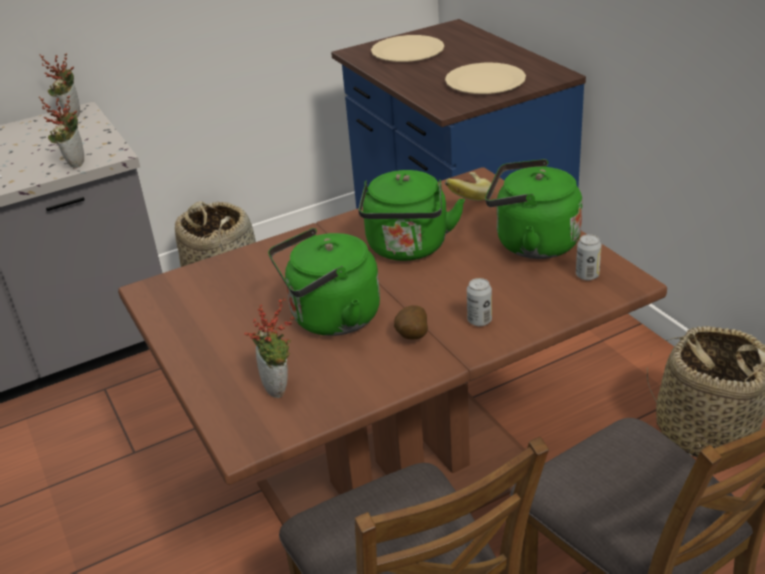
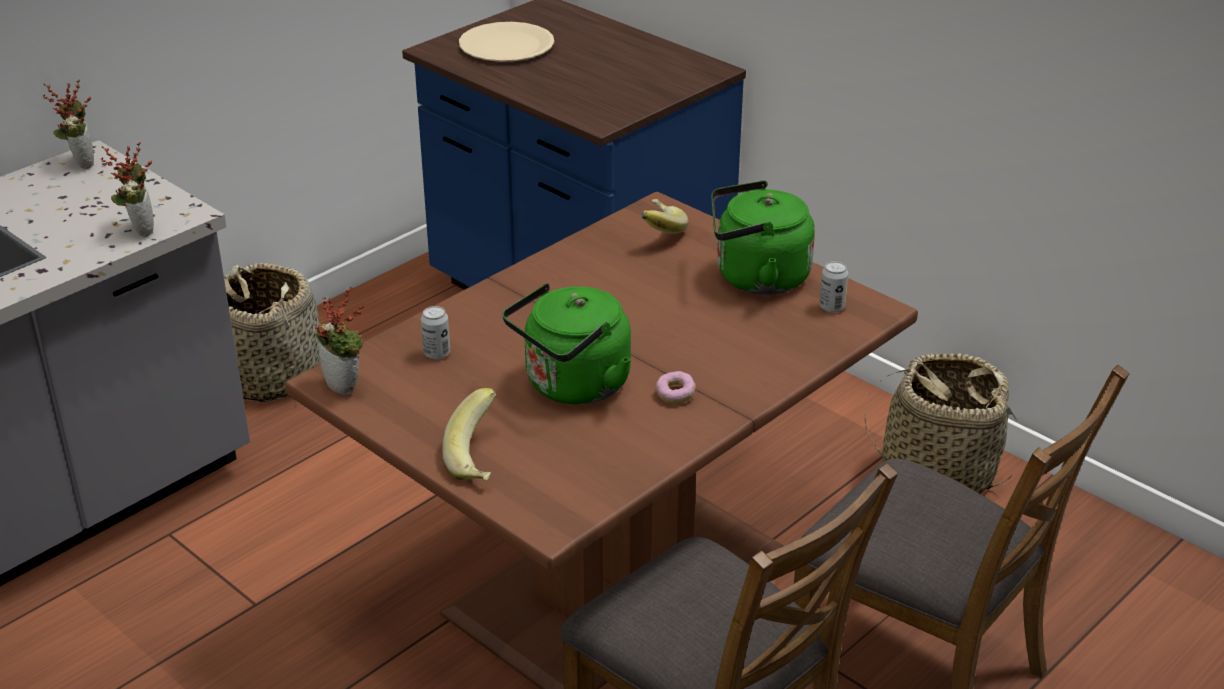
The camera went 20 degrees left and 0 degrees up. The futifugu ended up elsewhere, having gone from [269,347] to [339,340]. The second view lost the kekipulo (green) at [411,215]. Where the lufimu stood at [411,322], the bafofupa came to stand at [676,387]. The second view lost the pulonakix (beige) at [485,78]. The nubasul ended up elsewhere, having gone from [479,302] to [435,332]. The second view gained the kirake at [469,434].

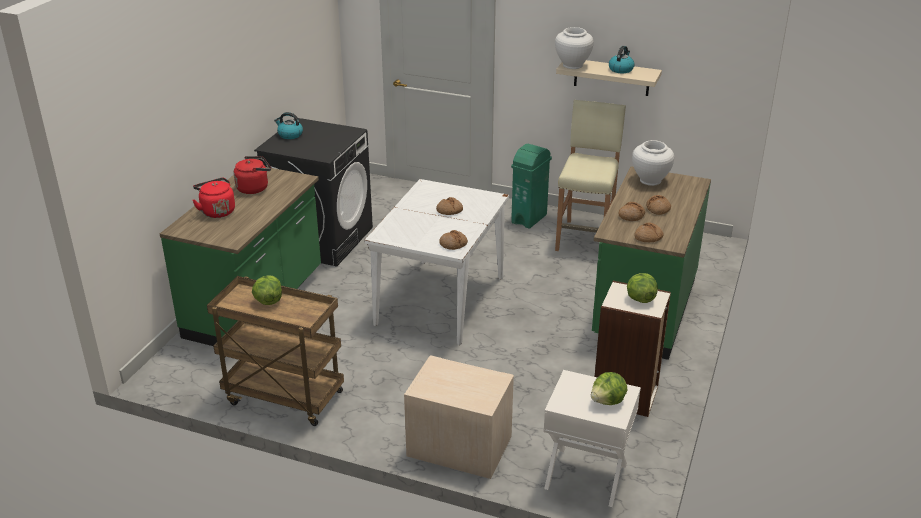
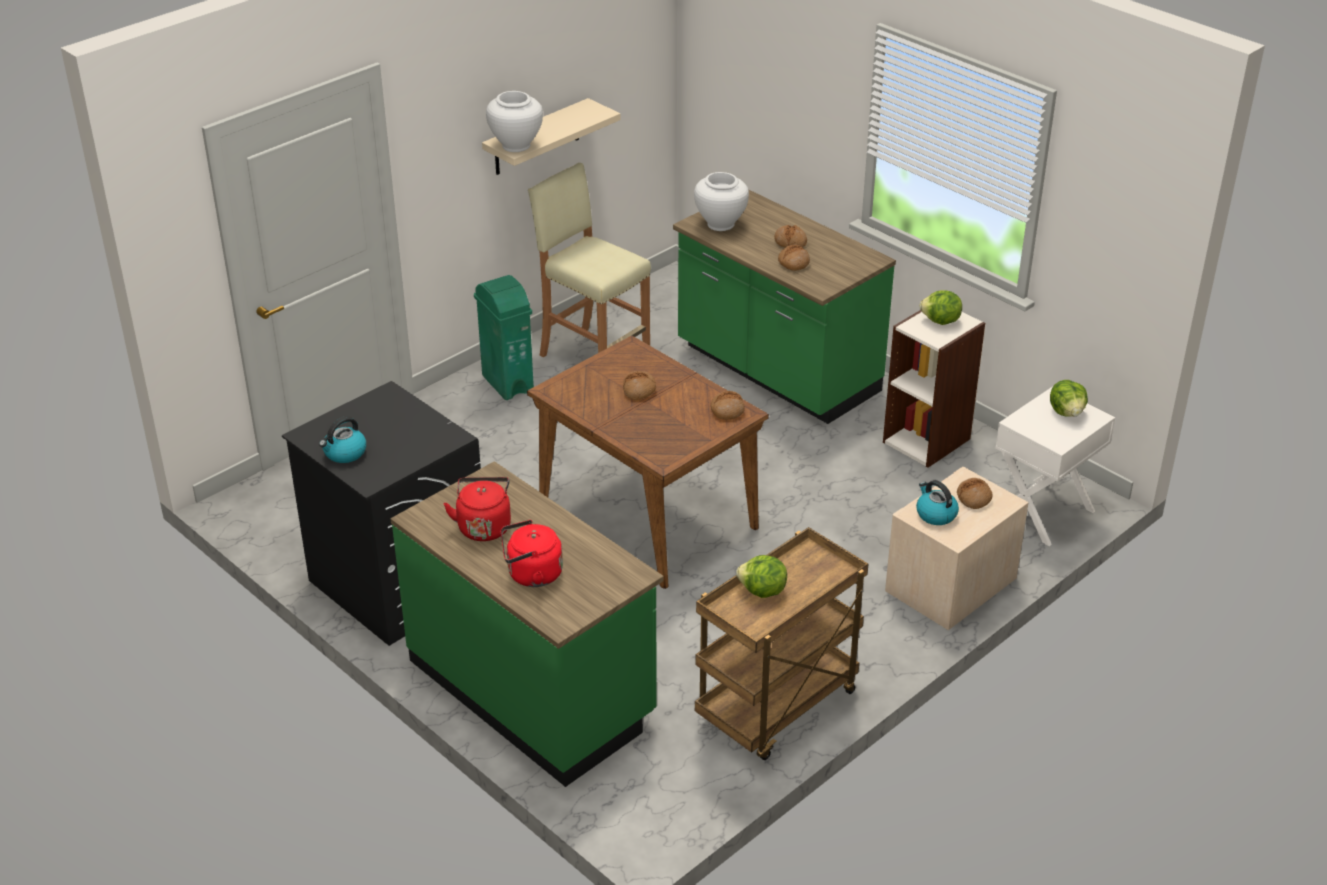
The camera went 65 degrees left and 5 degrees up. What was the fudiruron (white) at [436,262] turned into the fudiruron (brown) at [648,462]. The kekipulo ended up elsewhere, having gone from [621,59] to [937,502]. The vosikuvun ended up elsewhere, having gone from [649,232] to [975,493].

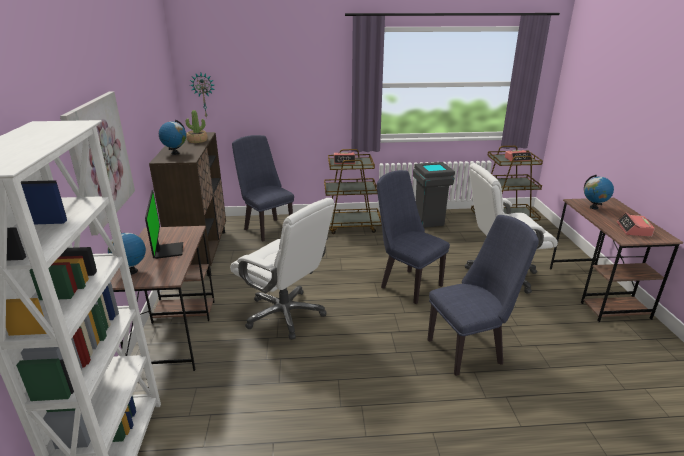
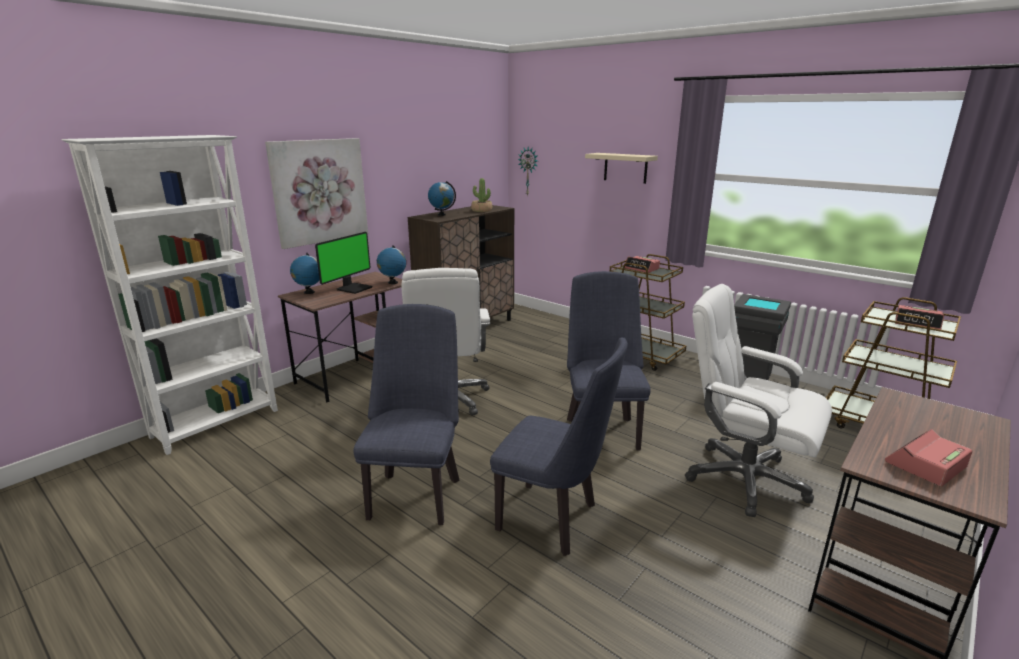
The camera went 45 degrees right and 5 degrees down. The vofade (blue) ended up elsewhere, having gone from [263,188] to [406,414]. The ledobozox ended up elsewhere, having gone from [599,192] to [391,264]. The second view gained the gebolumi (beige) at [621,168].

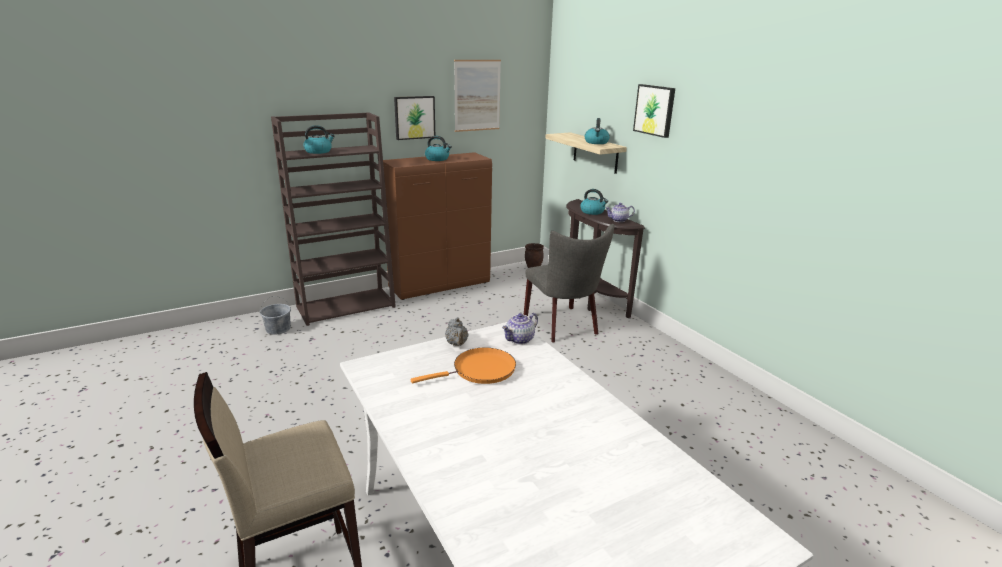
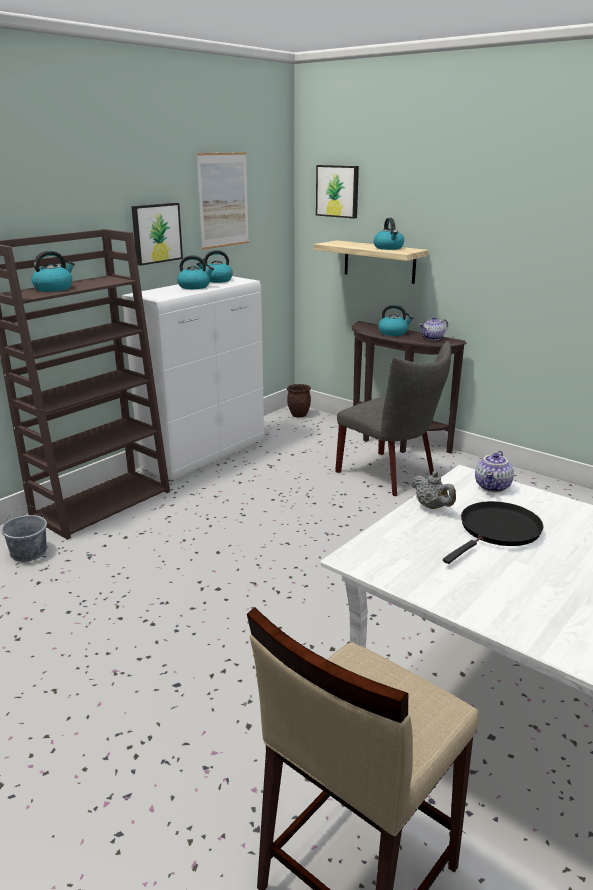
The camera went 20 degrees left and 0 degrees up. What was the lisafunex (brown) at [437,226] turned into the lisafunex (white) at [193,378]. What was the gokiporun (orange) at [463,365] turned into the gokiporun (black) at [493,532]. The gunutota ended up elsewhere, having gone from [654,111] to [337,192]. The second view gained the kekipulo at [214,266].

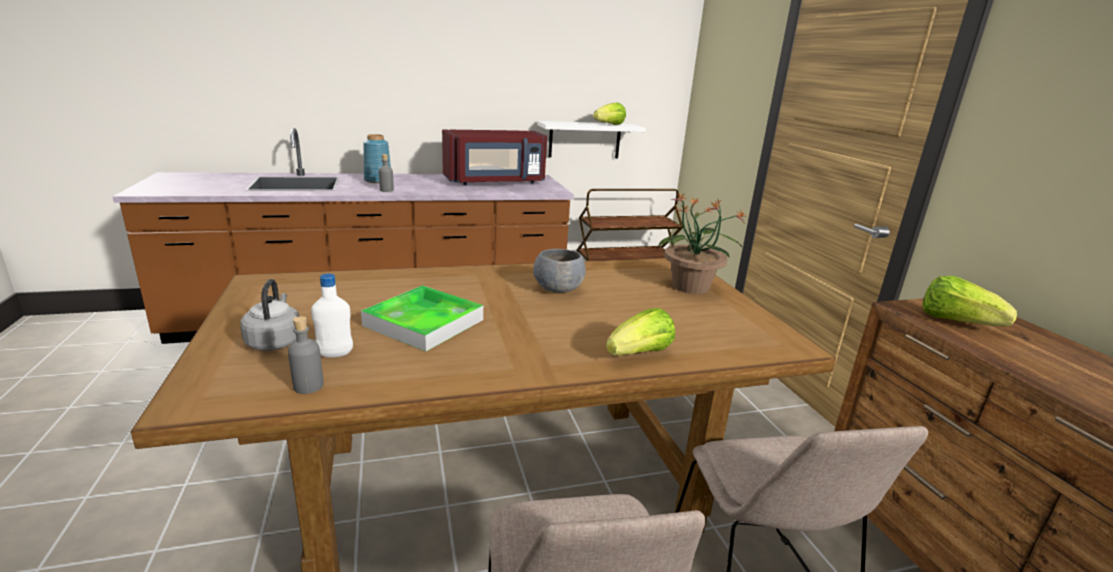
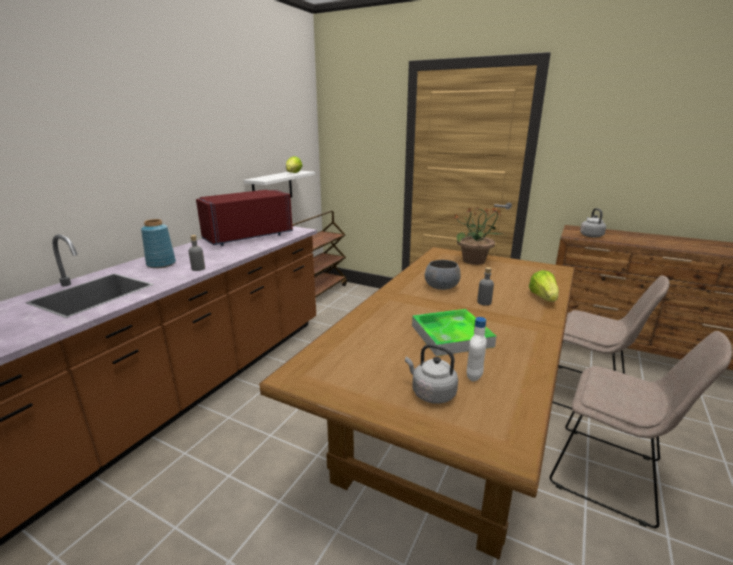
The camera went 45 degrees left and 0 degrees up. The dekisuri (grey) ended up elsewhere, having gone from [306,355] to [485,286]. The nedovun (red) at [494,157] ended up facing another way, 150 degrees counterclockwise from before. Where the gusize stood at [970,301], the kekipulo (grey) came to stand at [593,223].

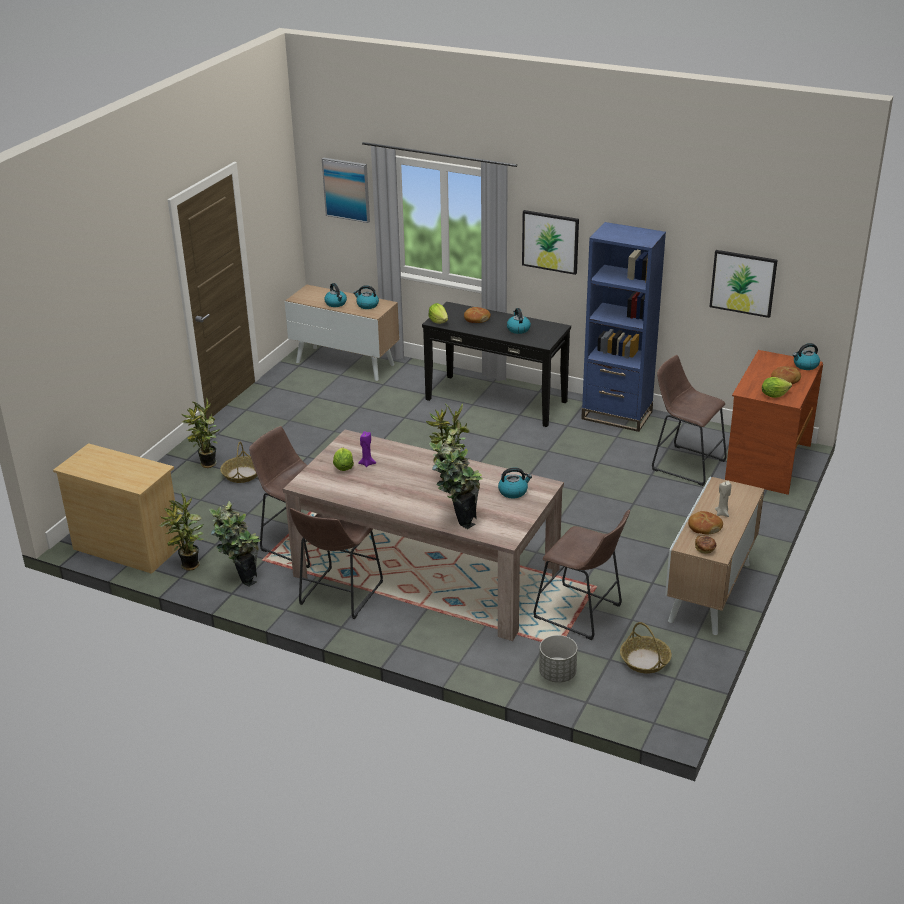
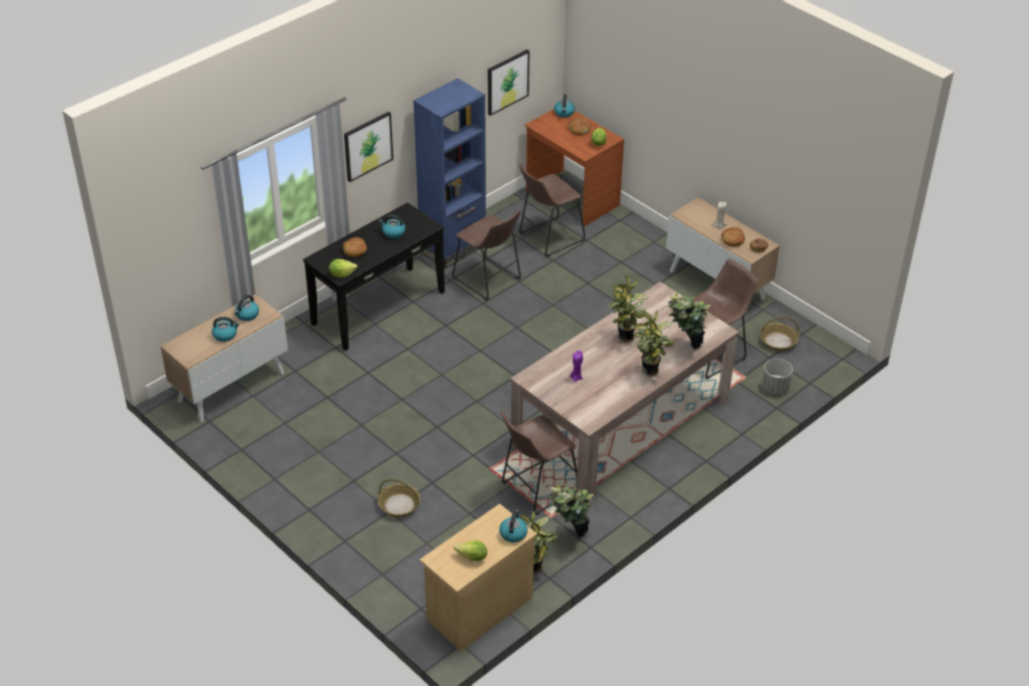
The camera went 70 degrees left and 10 degrees up. The futifugu ended up elsewhere, having gone from [201,432] to [654,343]. The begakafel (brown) ended up elsewhere, having gone from [336,563] to [487,255]. The second view lost the gunutota at [346,190]. The gusize ended up elsewhere, having gone from [343,459] to [470,550]. The kekipulo ended up elsewhere, having gone from [515,483] to [513,526].

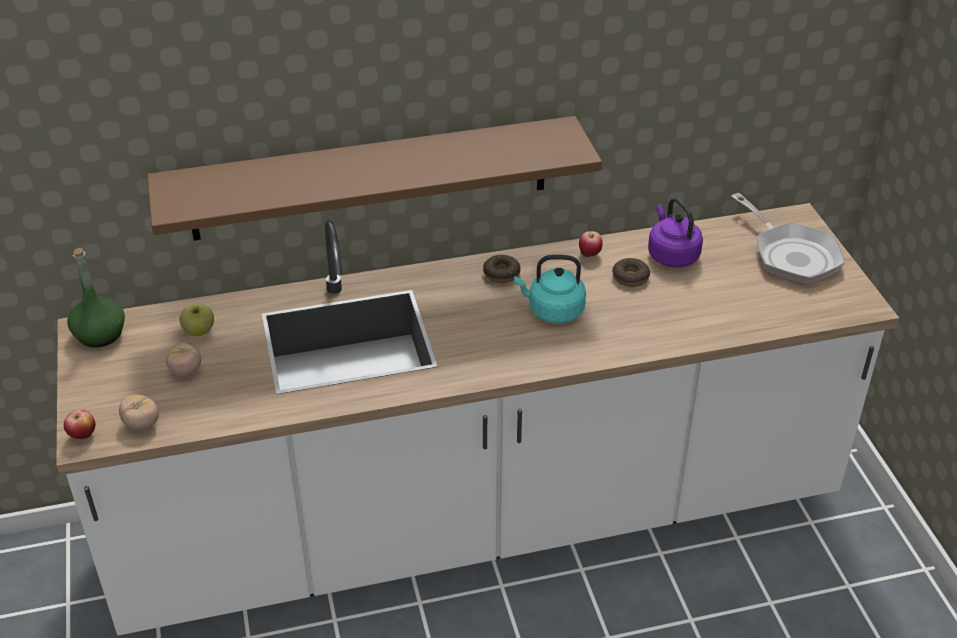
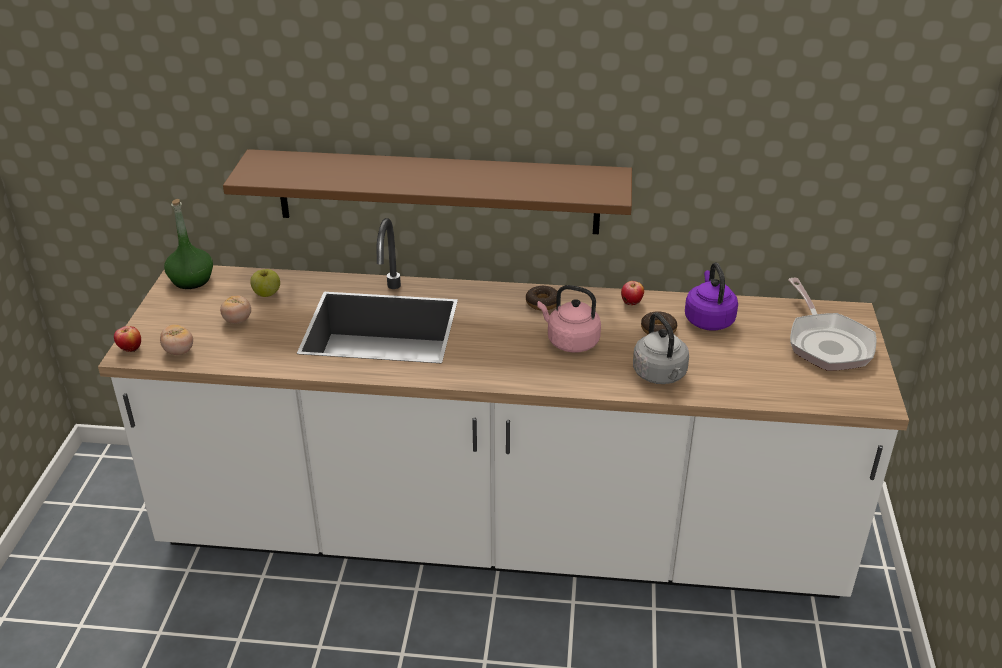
The camera went 20 degrees right and 5 degrees down. What was the kekipulo (turquoise) at [550,289] turned into the kekipulo (pink) at [569,319]. The second view gained the kekipulo (grey) at [661,348].

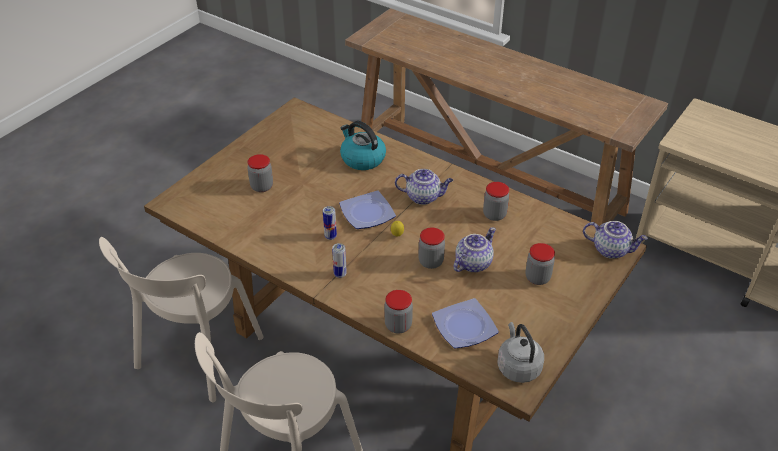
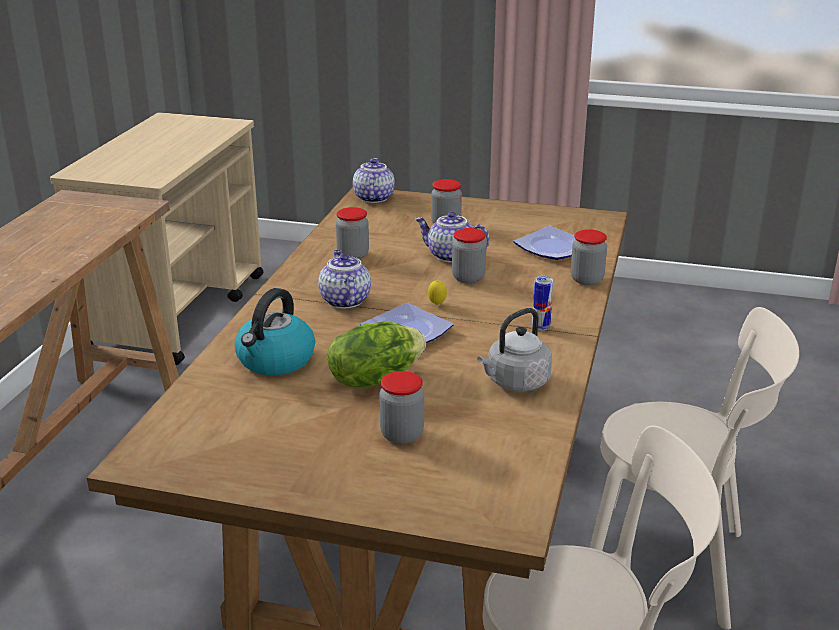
The camera went 110 degrees left and 15 degrees down. The second view lost the nubasul at [330,223]. The kekipulo (grey) ended up elsewhere, having gone from [520,352] to [514,350]. The second view gained the gusize at [376,355].

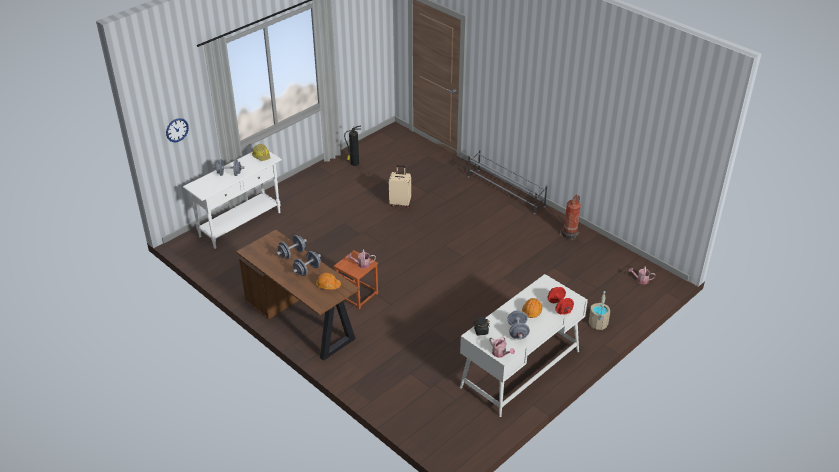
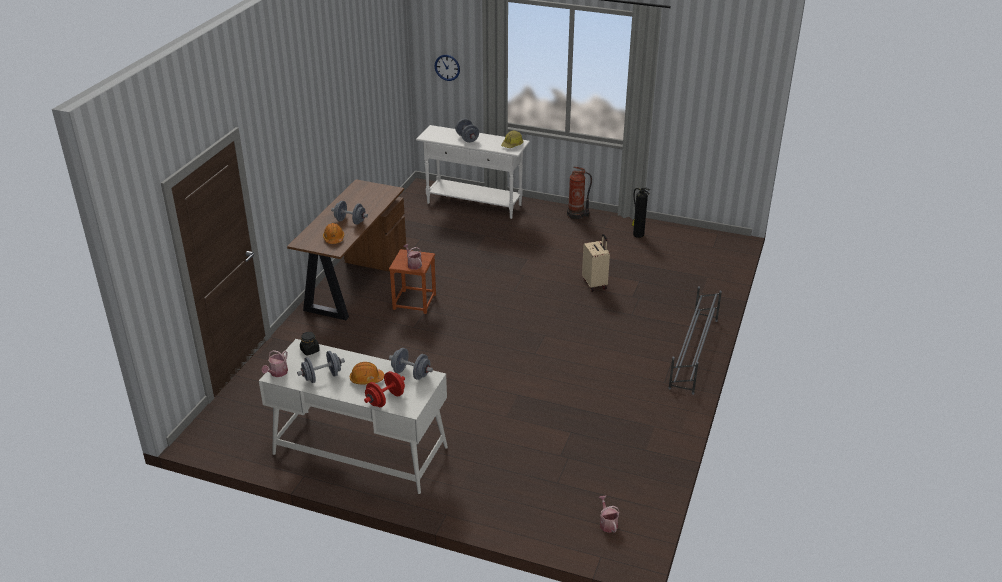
The camera went 65 degrees right and 5 degrees down. The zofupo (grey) ended up elsewhere, having gone from [291,247] to [411,364]. The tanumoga ended up elsewhere, having gone from [570,218] to [579,193]. The second view lost the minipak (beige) at [599,310].

